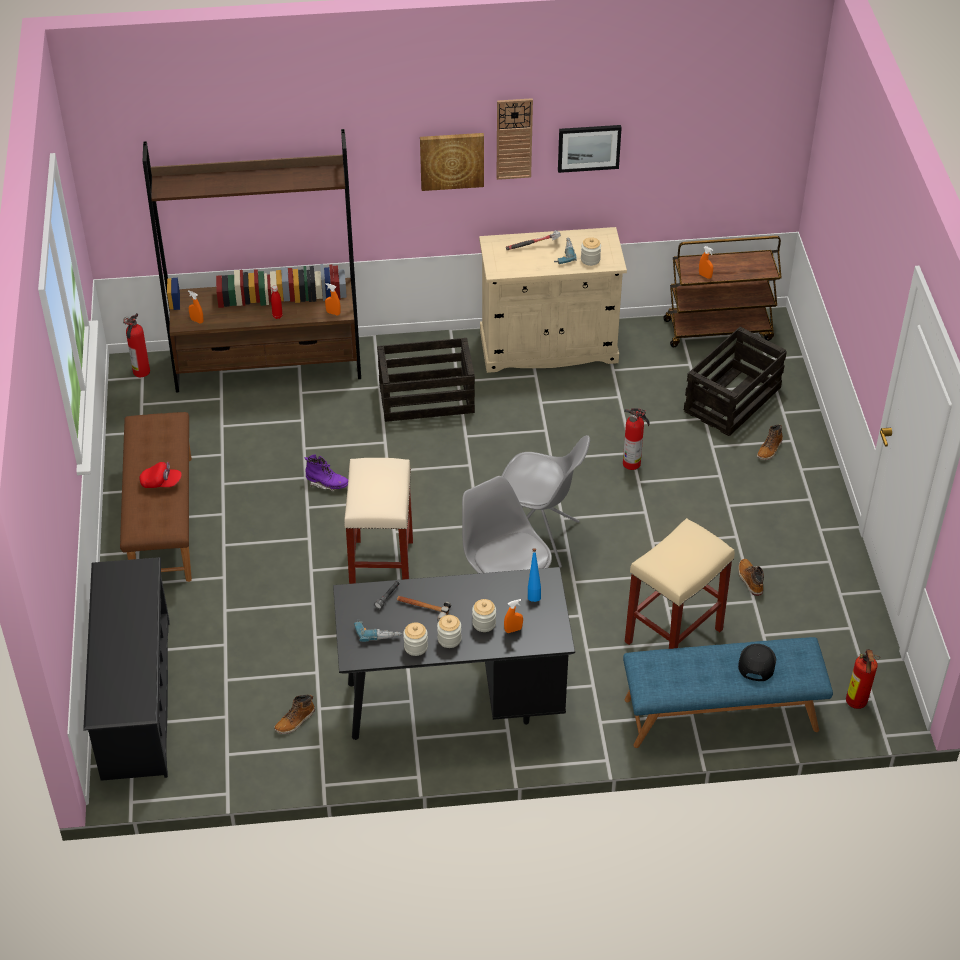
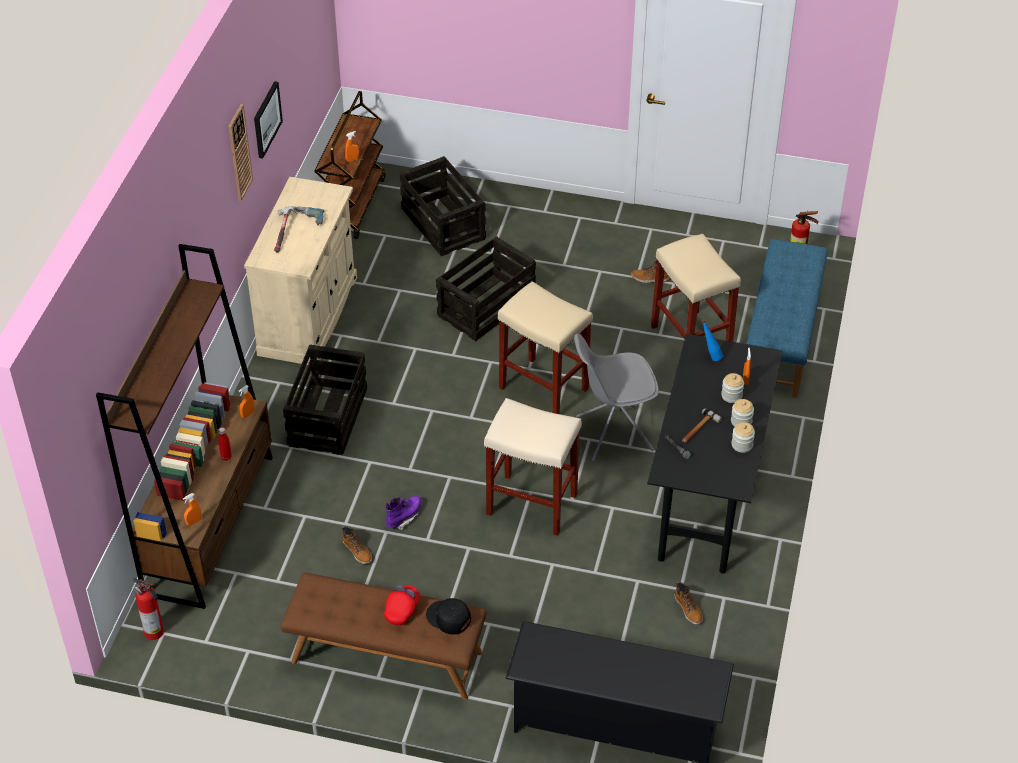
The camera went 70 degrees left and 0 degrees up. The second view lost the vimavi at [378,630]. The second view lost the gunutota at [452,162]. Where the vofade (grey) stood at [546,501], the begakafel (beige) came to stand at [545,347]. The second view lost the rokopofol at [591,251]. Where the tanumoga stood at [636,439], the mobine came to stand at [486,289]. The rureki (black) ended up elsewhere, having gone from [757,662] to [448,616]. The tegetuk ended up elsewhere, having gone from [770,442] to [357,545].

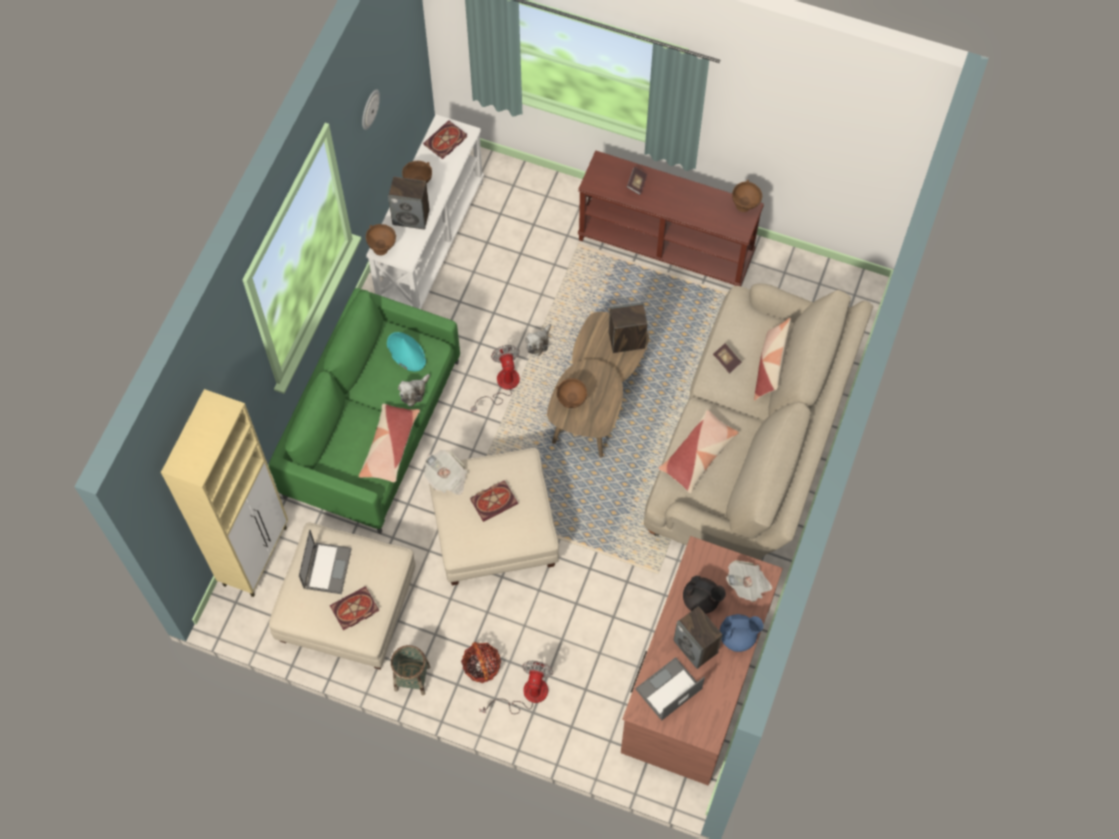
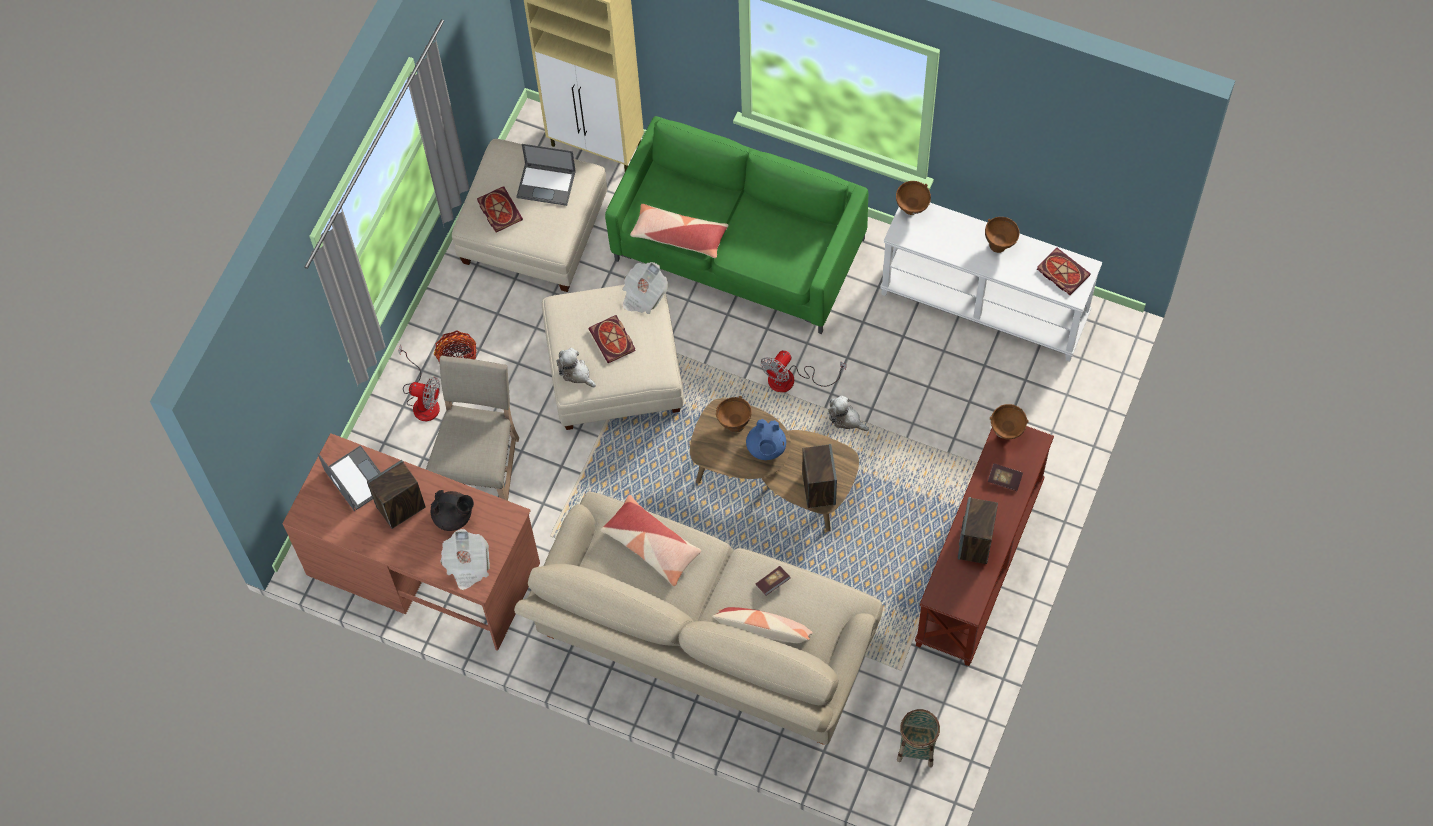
The camera went 95 degrees right and 0 degrees up. The second view lost the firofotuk at [371,109]. The second view lost the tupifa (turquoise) at [406,351]. The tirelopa ended up elsewhere, having gone from [409,203] to [978,530]. The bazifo ended up elsewhere, having gone from [410,670] to [918,738]. The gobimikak ended up elsewhere, having gone from [414,390] to [576,368]. The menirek at [495,378] ended up facing another way, 135 degrees clockwise from before. The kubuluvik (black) at [704,595] ended up facing another way, 105 degrees counterclockwise from before. The kubuluvik (blue) ended up elsewhere, having gone from [742,633] to [766,439]. The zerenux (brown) ended up elsewhere, having gone from [747,196] to [1009,422]. The second view gained the vofade (beige) at [472,428].

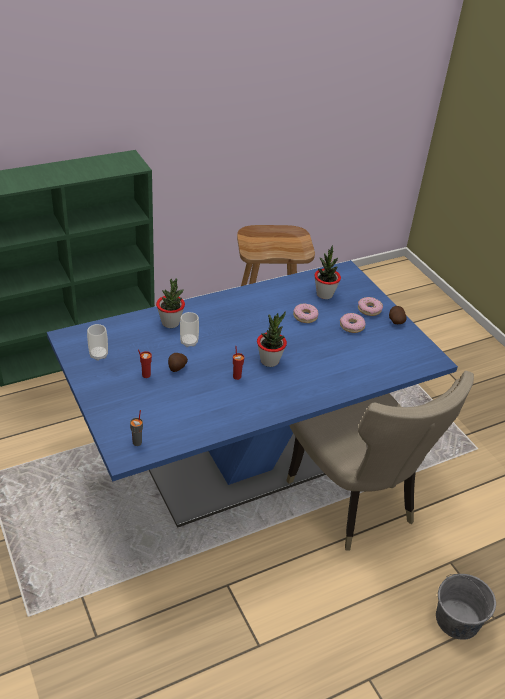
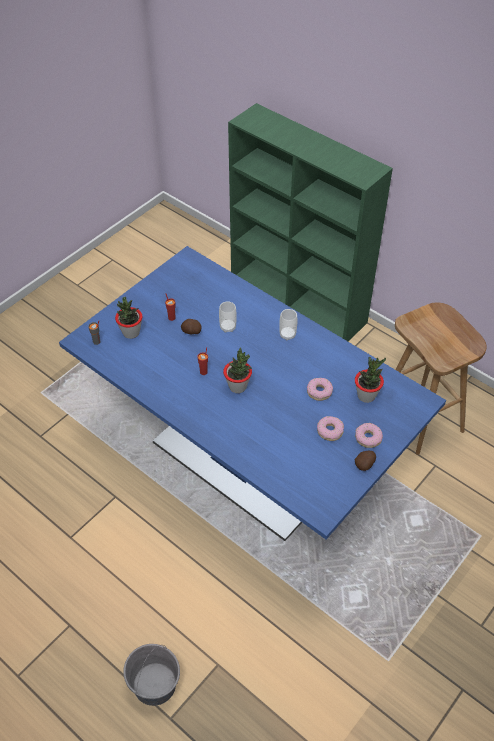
The camera went 70 degrees right and 10 degrees up. The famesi ended up elsewhere, having gone from [97,342] to [288,324]. The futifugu ended up elsewhere, having gone from [170,303] to [129,318]. The second view lost the vofade (beige) at [380,461].

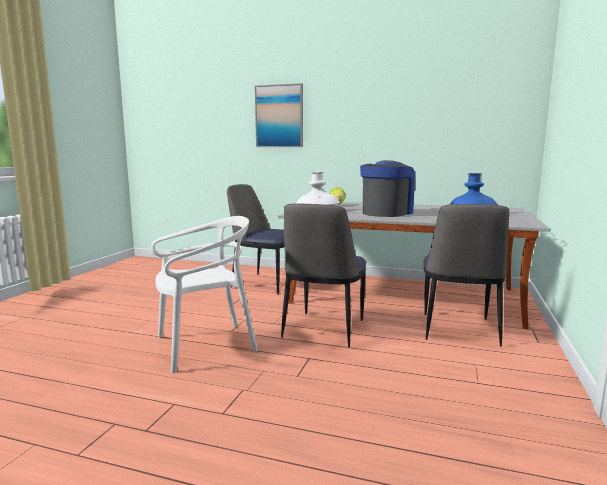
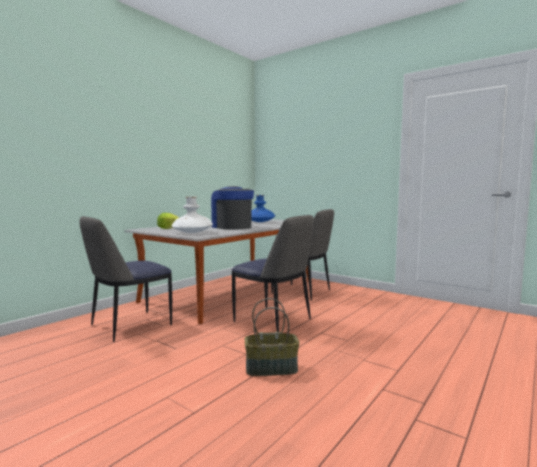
The camera went 70 degrees left and 5 degrees down. Where the vofade (white) stood at [204,294], the bazifo came to stand at [272,337]. The second view lost the gunutota at [279,115].

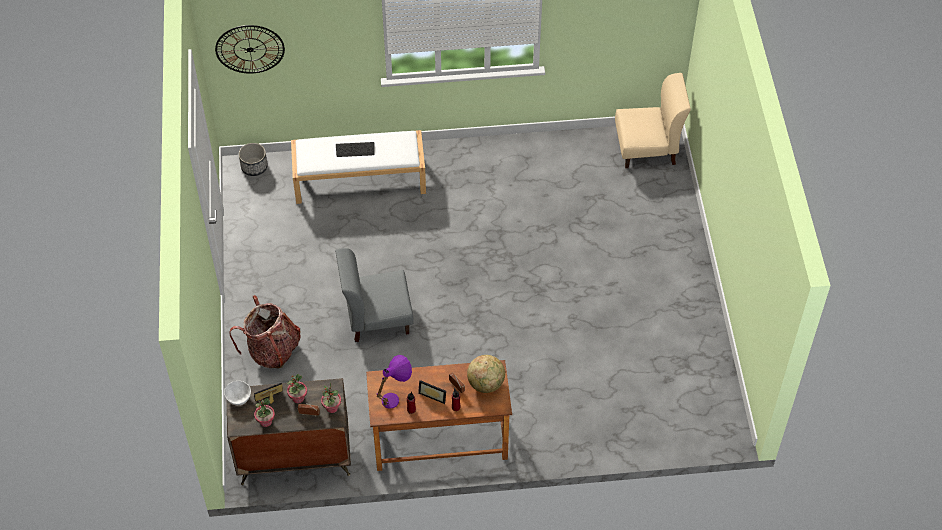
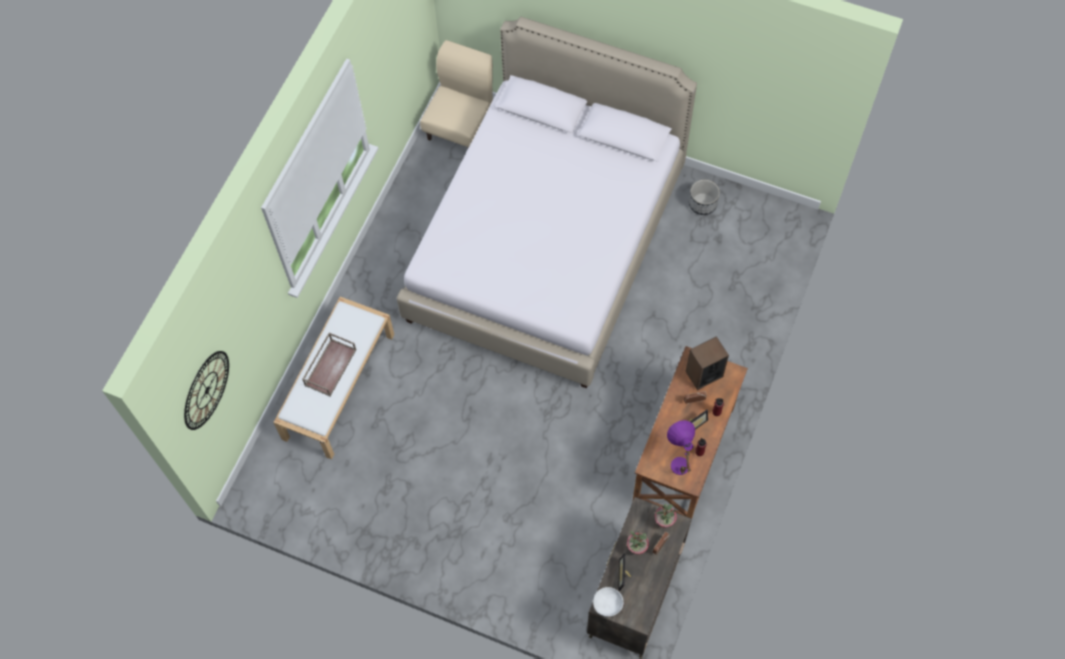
The camera went 60 degrees left and 10 degrees up. The second view lost the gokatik at [265,332]. The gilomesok ended up elsewhere, having gone from [253,159] to [704,197]. The second view lost the futifugu at [264,412]. The second view lost the vofade (grey) at [374,295]. Where the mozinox stood at [355,149], the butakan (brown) came to stand at [329,364]. Where the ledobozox stood at [486,374], the tirelopa came to stand at [707,363]. The second view gained the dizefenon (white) at [547,202].

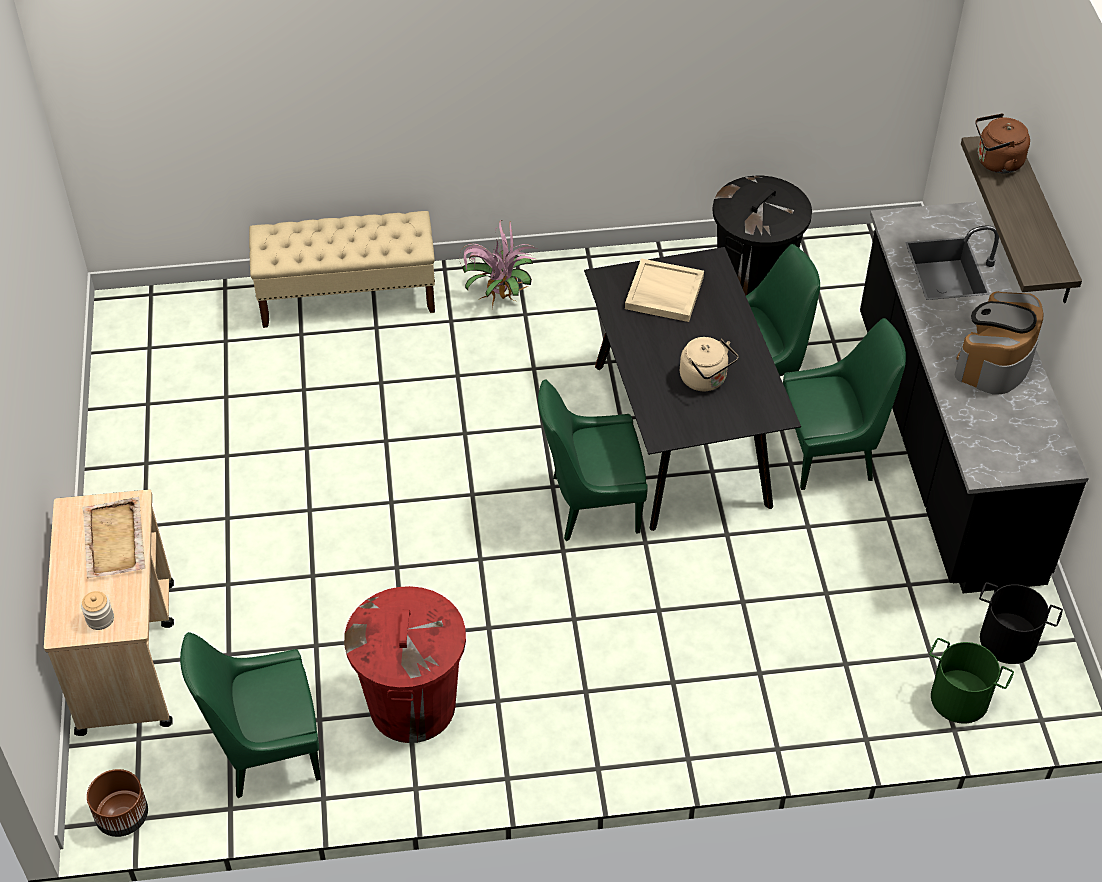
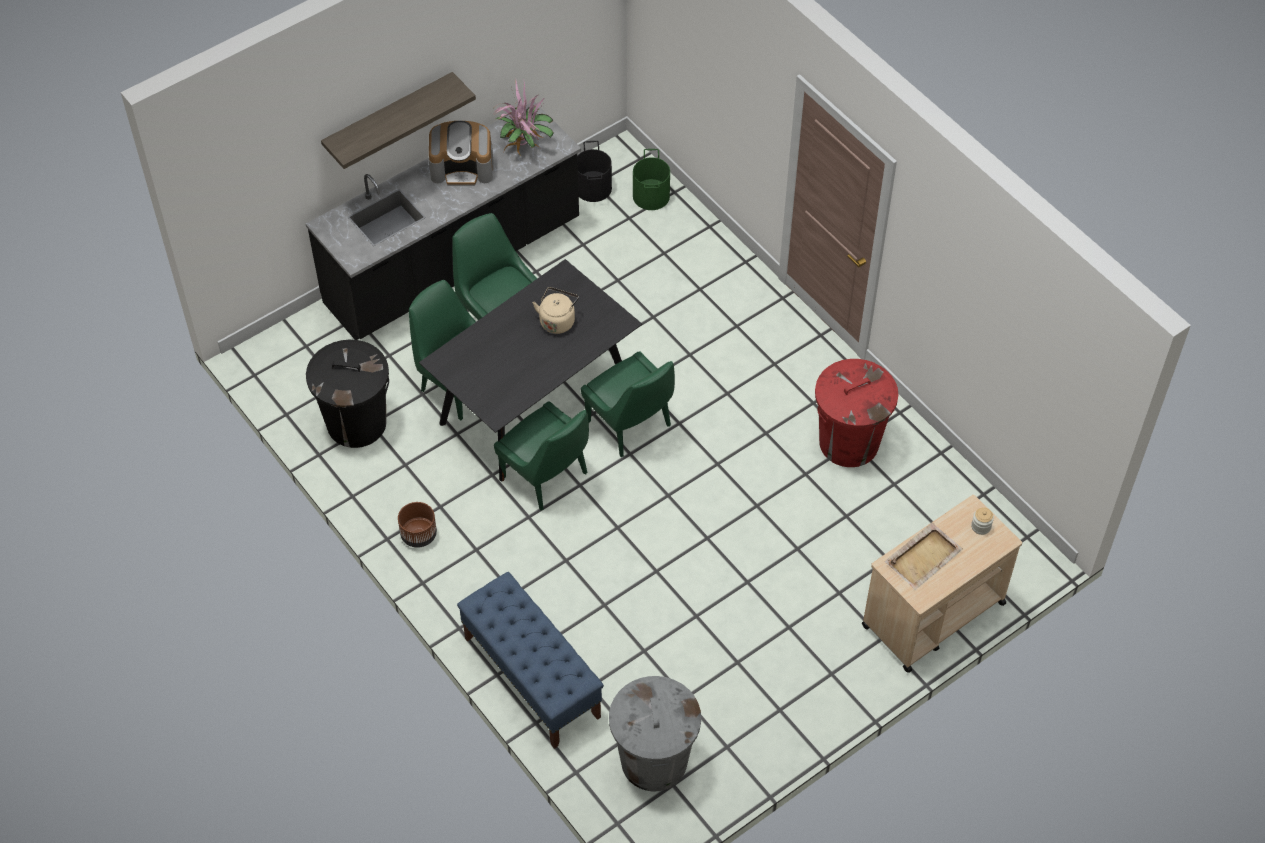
The camera went 120 degrees left and 5 degrees up. The gilomesok (brown) ended up elsewhere, having gone from [117,803] to [417,525]. The vofade (green) ended up elsewhere, having gone from [250,715] to [541,456]. What was the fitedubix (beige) at [342,269] turned into the fitedubix (blue) at [530,660]. The futifugu ended up elsewhere, having gone from [498,263] to [523,117]. The second view lost the butakan (beige) at [664,290]. The second view lost the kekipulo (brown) at [1003,143]. The second view gained the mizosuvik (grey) at [655,733].

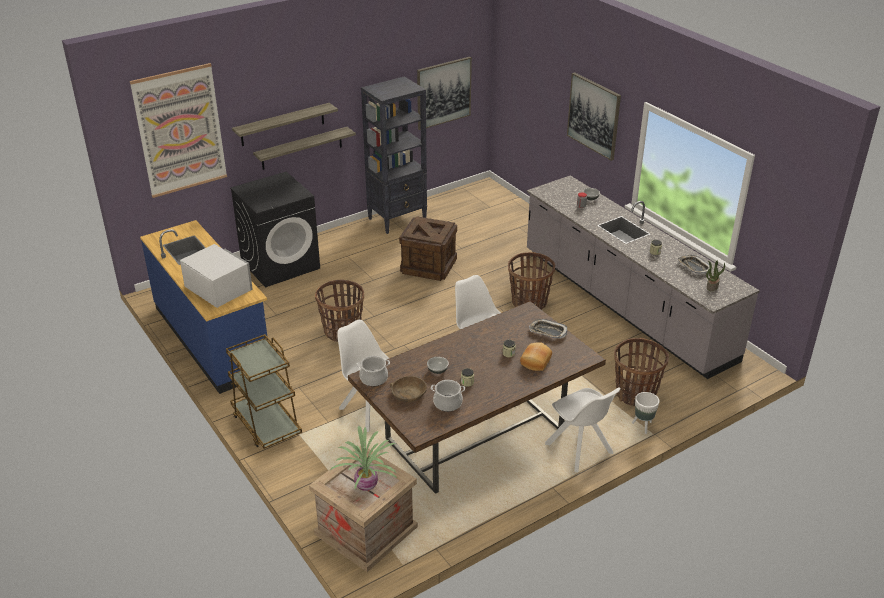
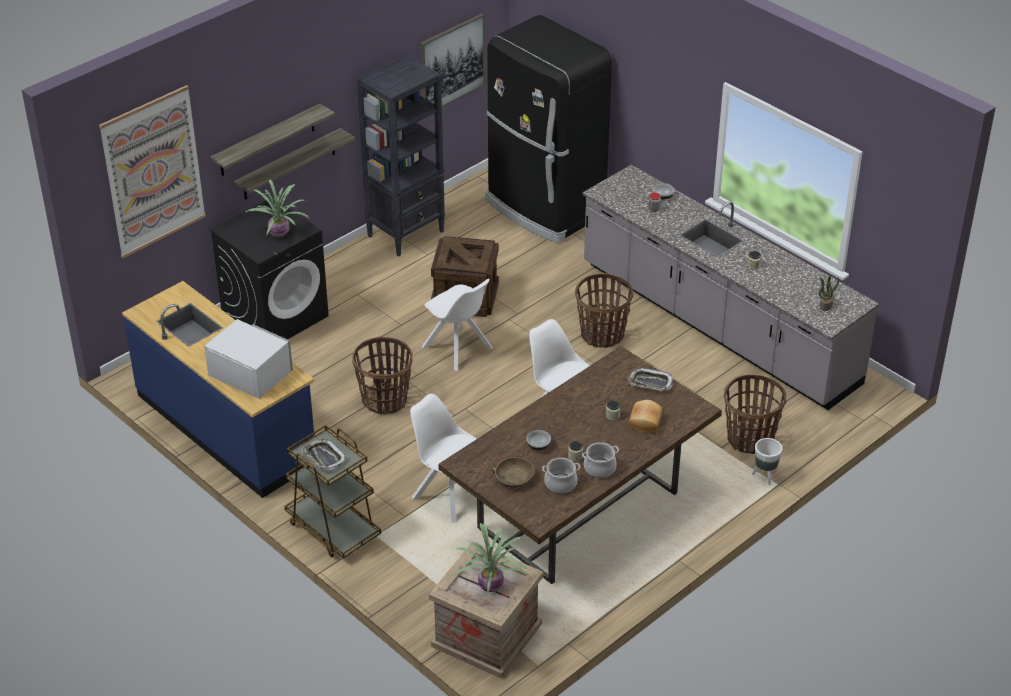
The camera went 10 degrees left and 5 degrees up. The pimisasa ended up elsewhere, having gone from [373,371] to [600,460]. The vofade (white) ended up elsewhere, having gone from [582,429] to [457,325]. The second view lost the gunutota at [594,116]. The butakan ended up elsewhere, having gone from [695,264] to [324,454]. The second view gained the futifugu at [277,208]. The second view gained the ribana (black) at [548,129].

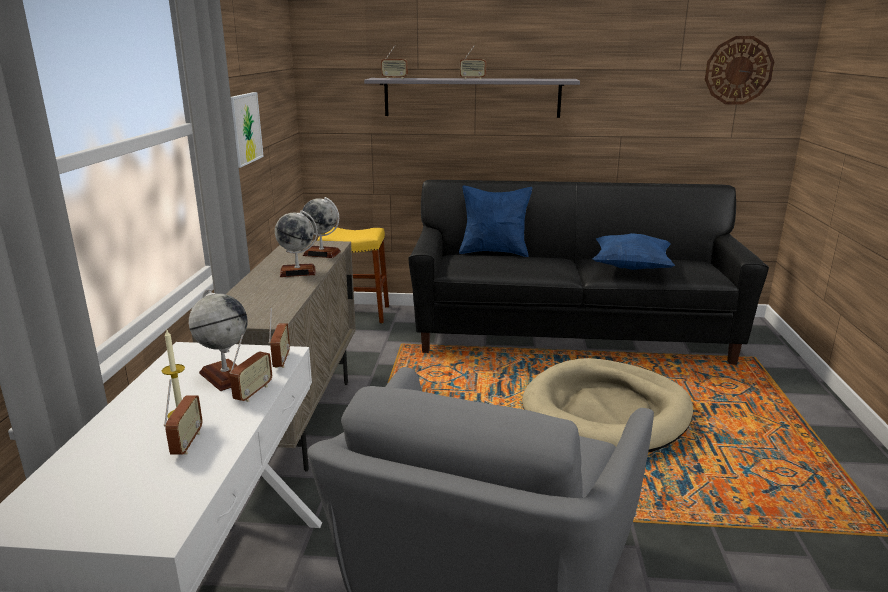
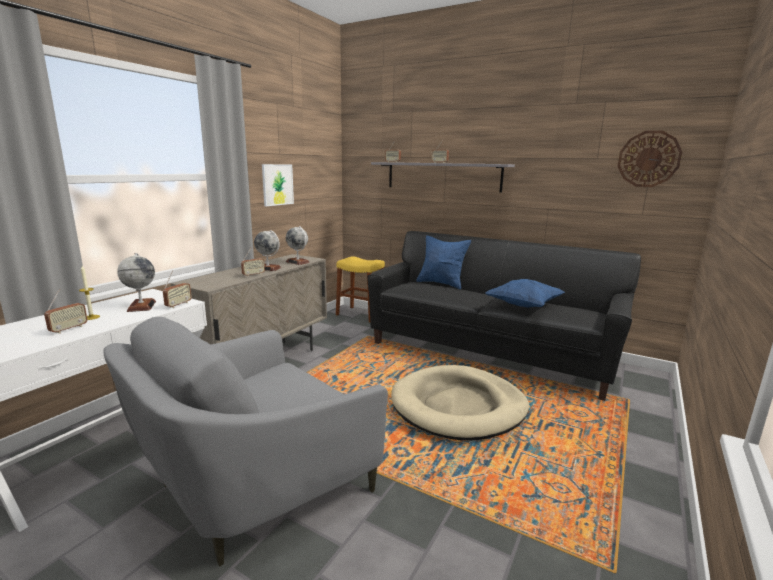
The camera went 25 degrees right and 5 degrees down. The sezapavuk ended up elsewhere, having gone from [251,368] to [253,262].

